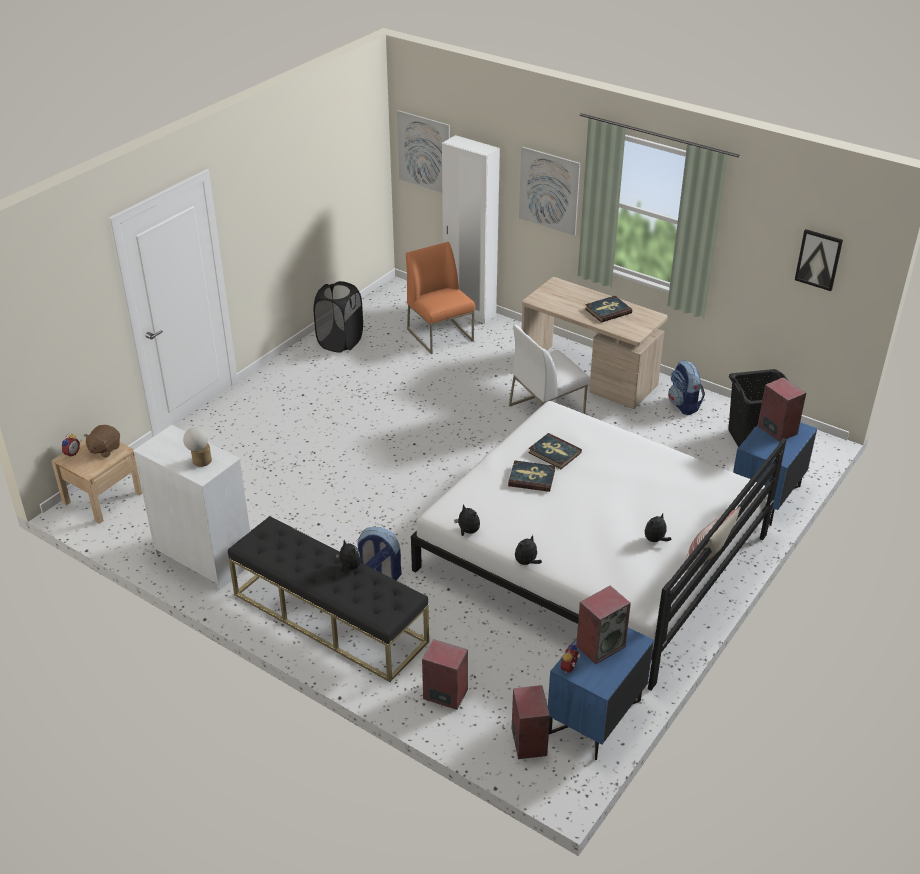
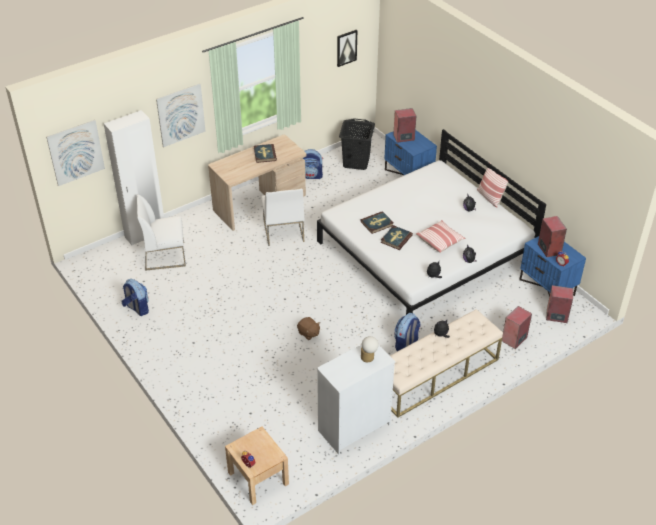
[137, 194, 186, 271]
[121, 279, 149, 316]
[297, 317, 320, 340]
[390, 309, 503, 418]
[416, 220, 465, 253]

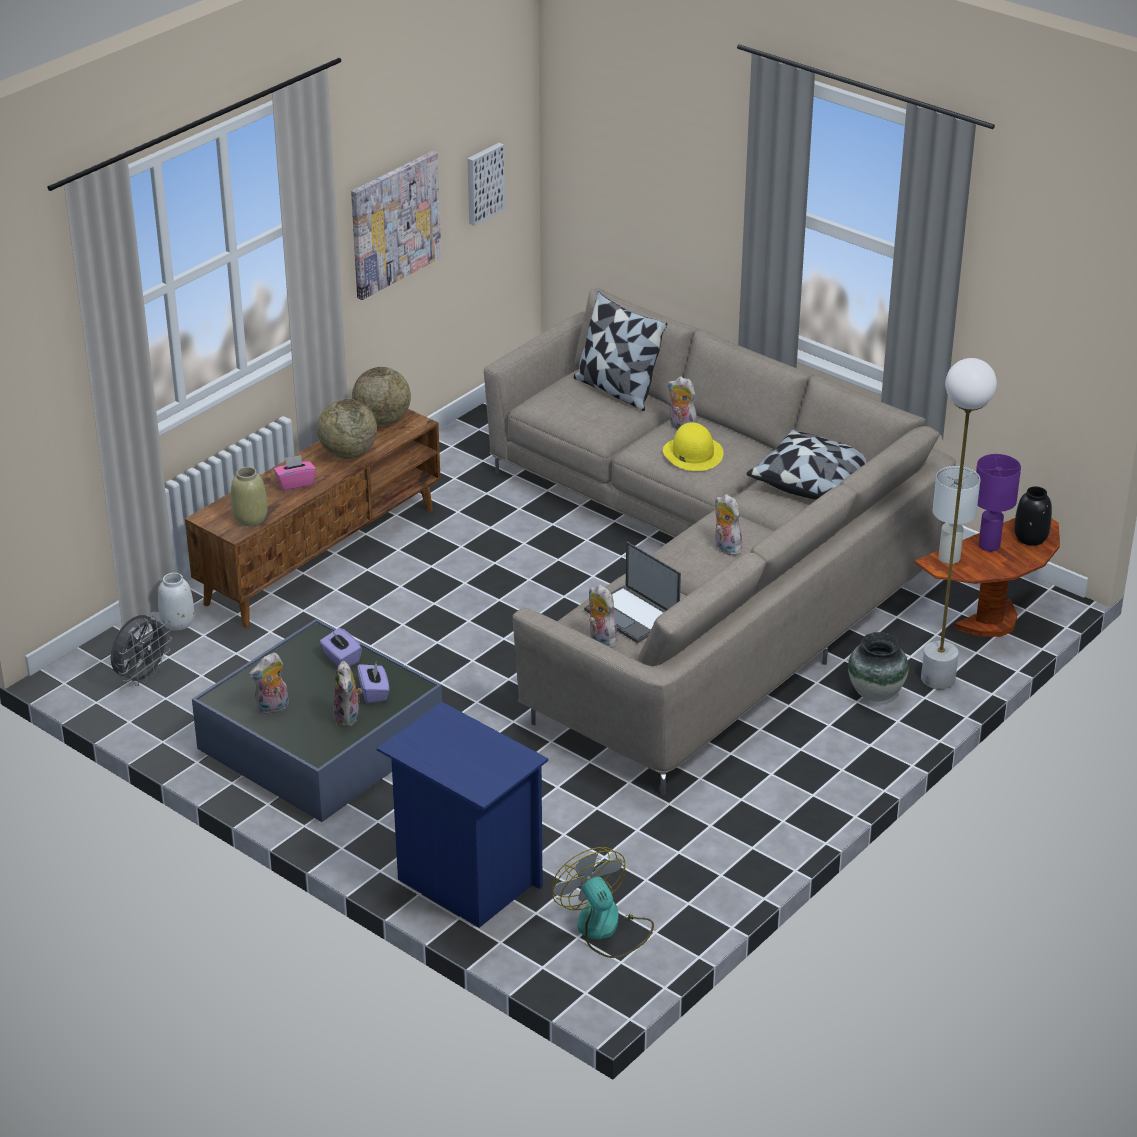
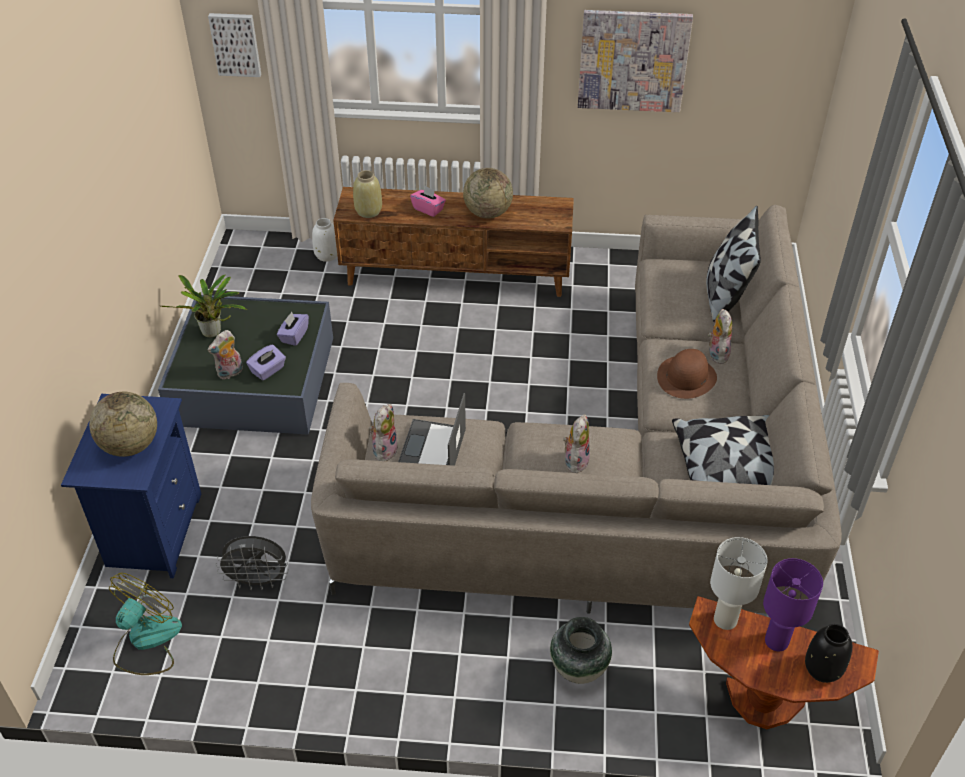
[208, 13, 261, 77]
[921, 358, 997, 689] (first image)
[89, 392, 157, 457]
[657, 349, 717, 399]
[215, 536, 289, 590]
[161, 274, 247, 338]

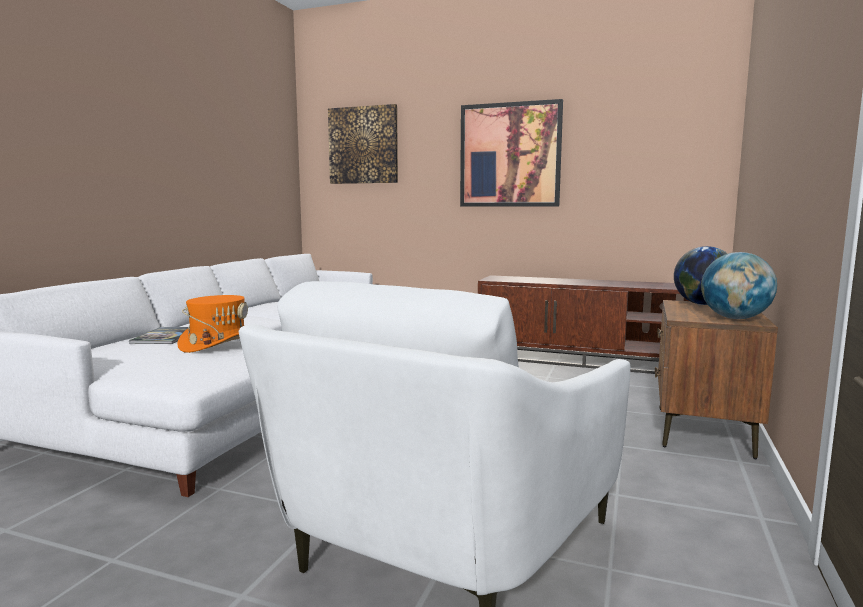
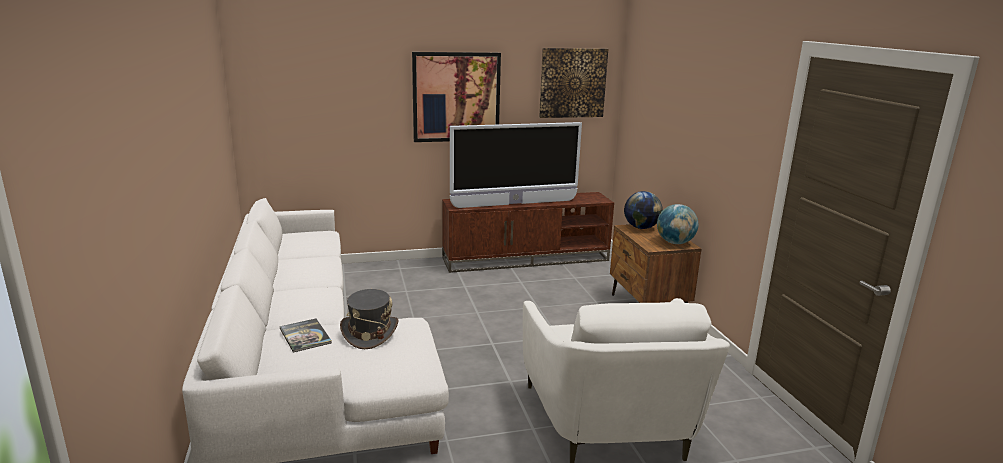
[539, 48, 608, 118]
[340, 289, 398, 349]
[450, 122, 582, 208]

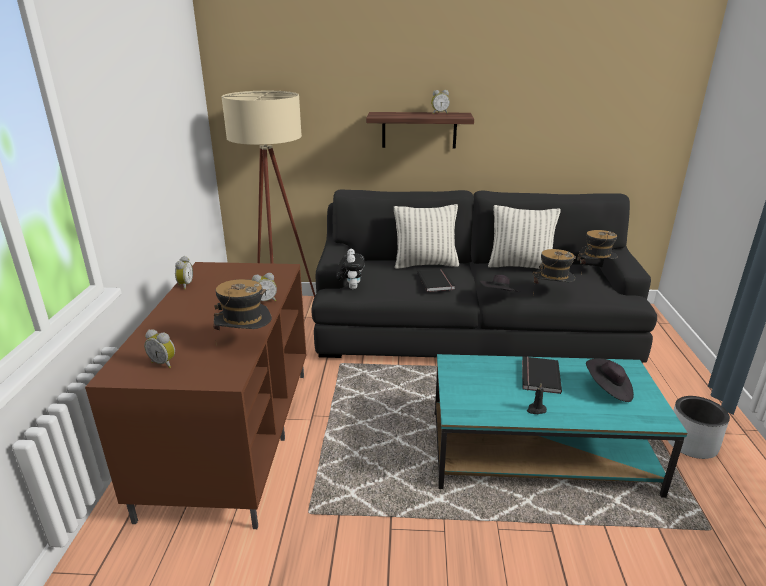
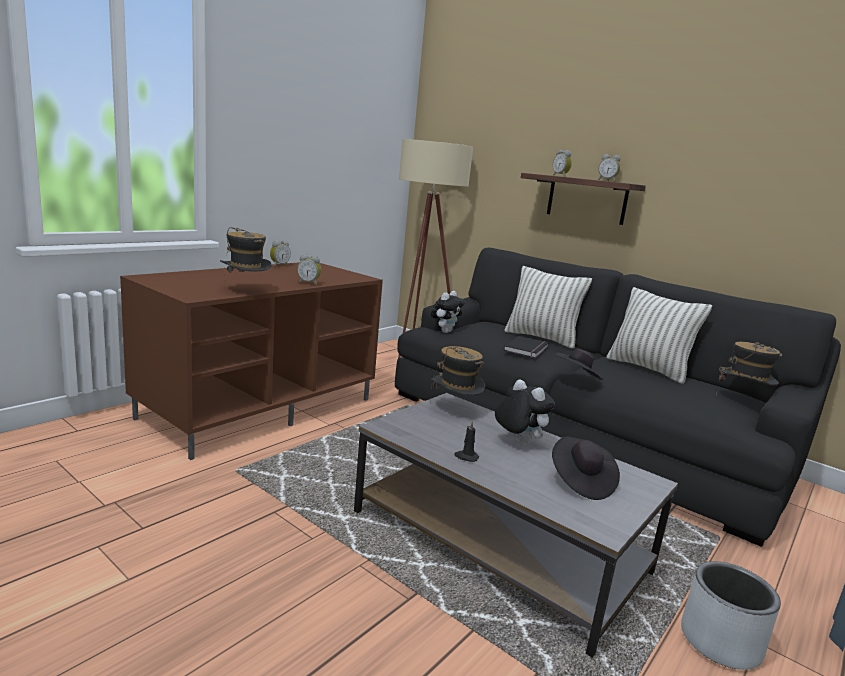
[430, 346, 485, 402]
[553, 150, 572, 176]
[354, 393, 678, 658]
[495, 379, 555, 444]

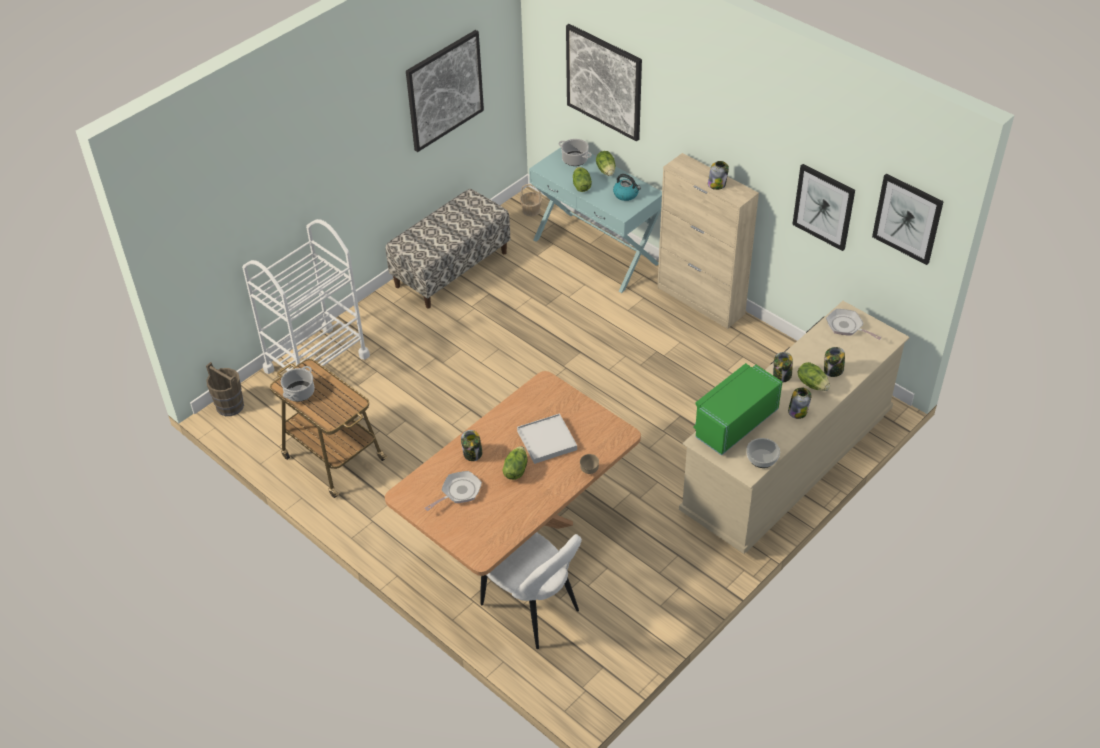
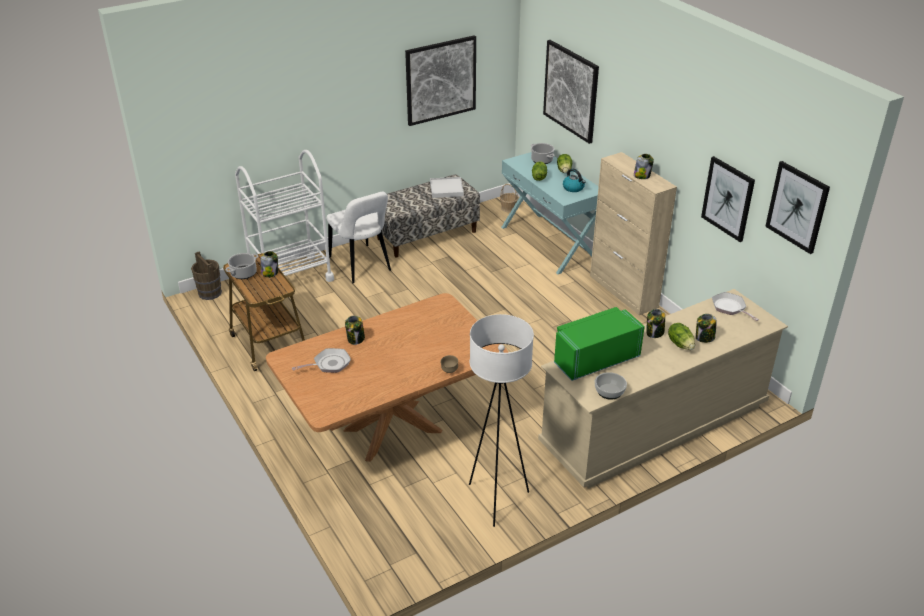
[261, 251, 278, 277]
[430, 177, 464, 198]
[503, 446, 527, 480] (first image)
[327, 192, 391, 283]
[469, 314, 534, 527]

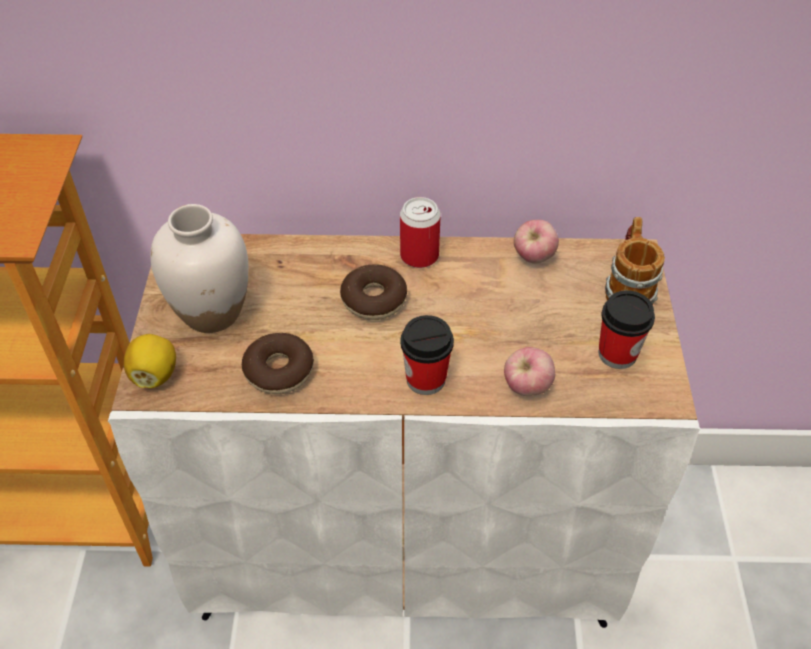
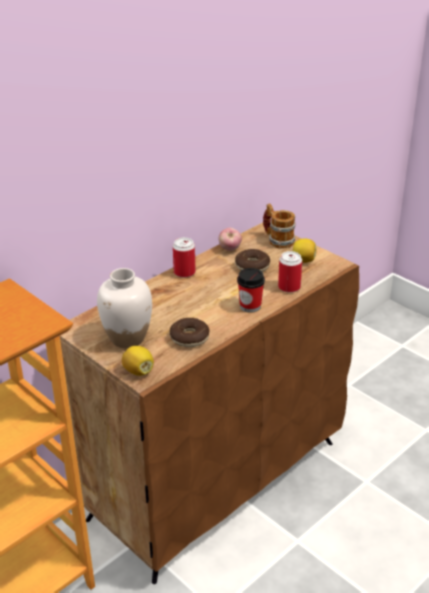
[60, 223, 359, 584]
[235, 249, 270, 272]
[293, 239, 317, 263]
[278, 251, 302, 293]

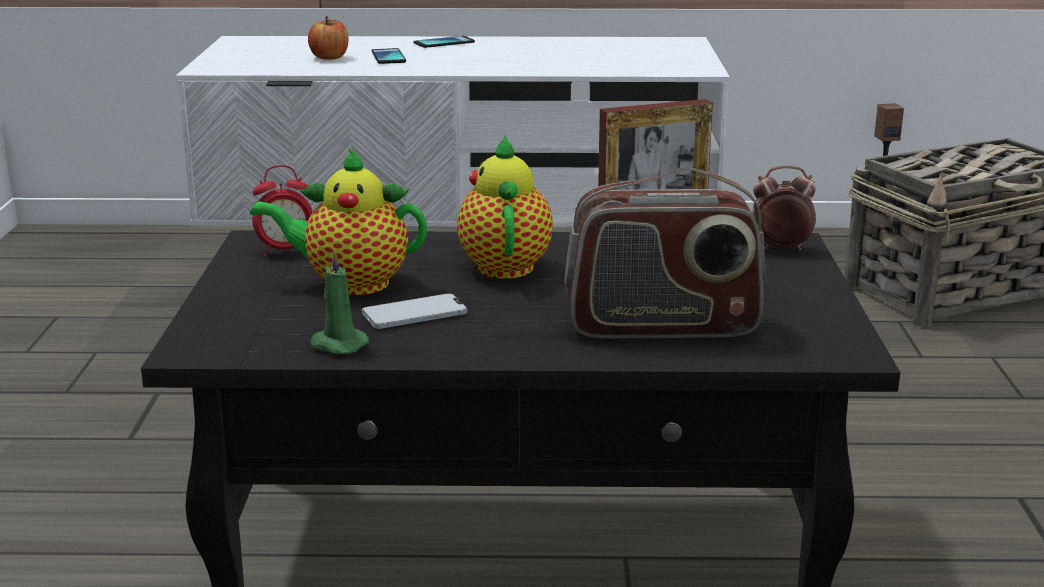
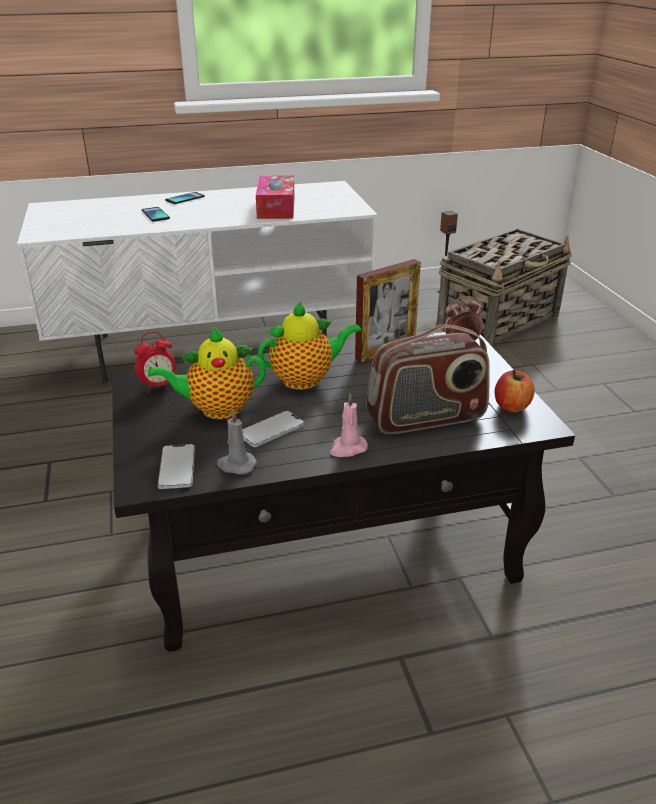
[495, 370, 535, 412]
[258, 301, 362, 390]
[217, 409, 257, 475]
[256, 176, 295, 219]
[330, 393, 368, 457]
[158, 444, 195, 489]

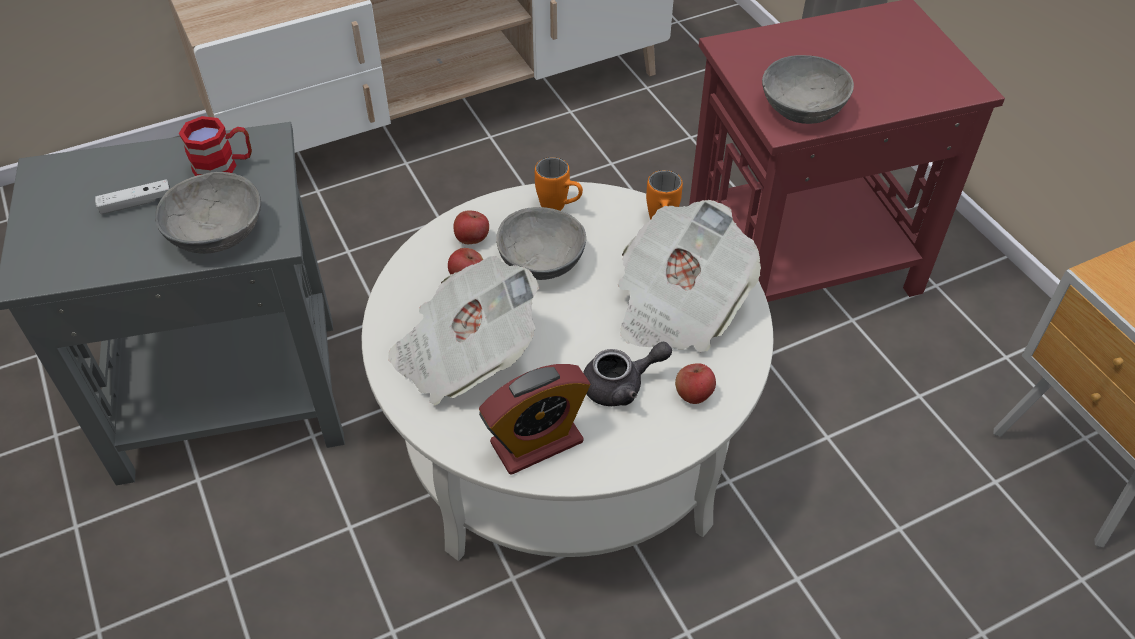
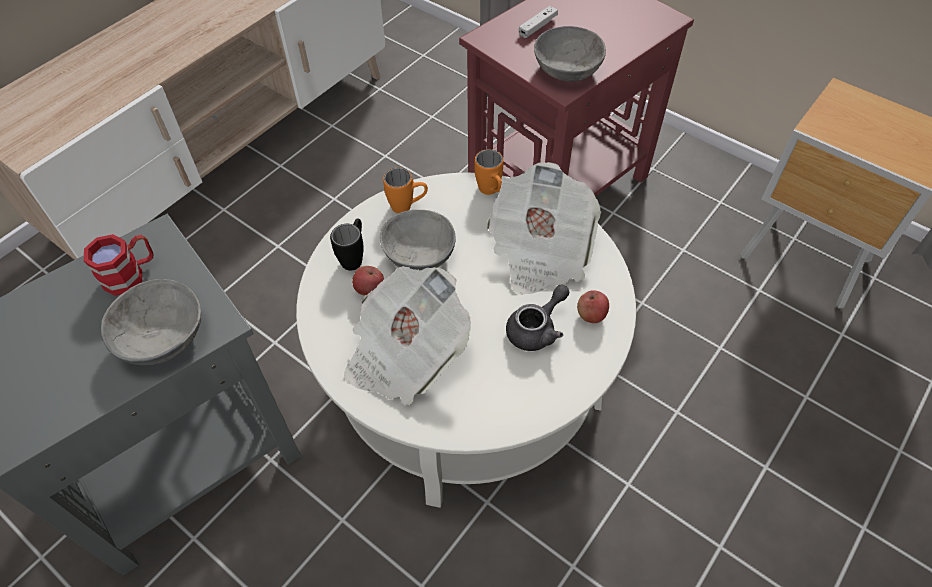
[519, 6, 558, 38]
[330, 219, 364, 271]
[479, 364, 590, 475] (first image)

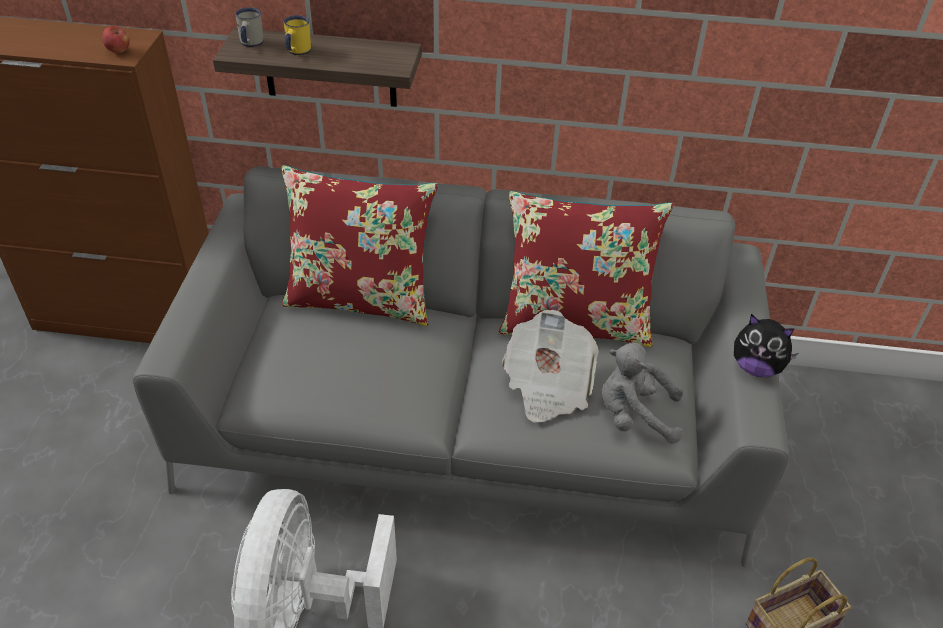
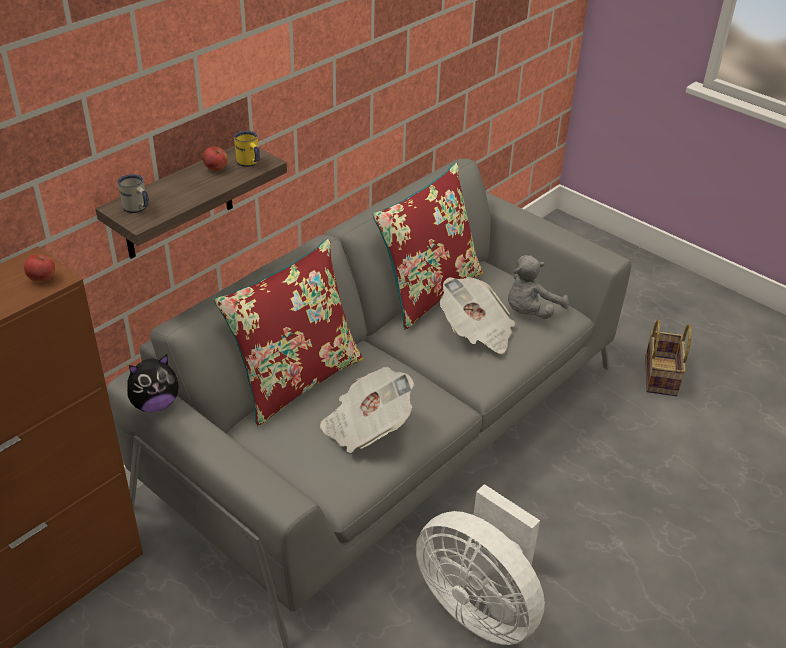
[234, 131, 260, 167]
[127, 354, 179, 412]
[203, 147, 228, 171]
[320, 367, 414, 453]

